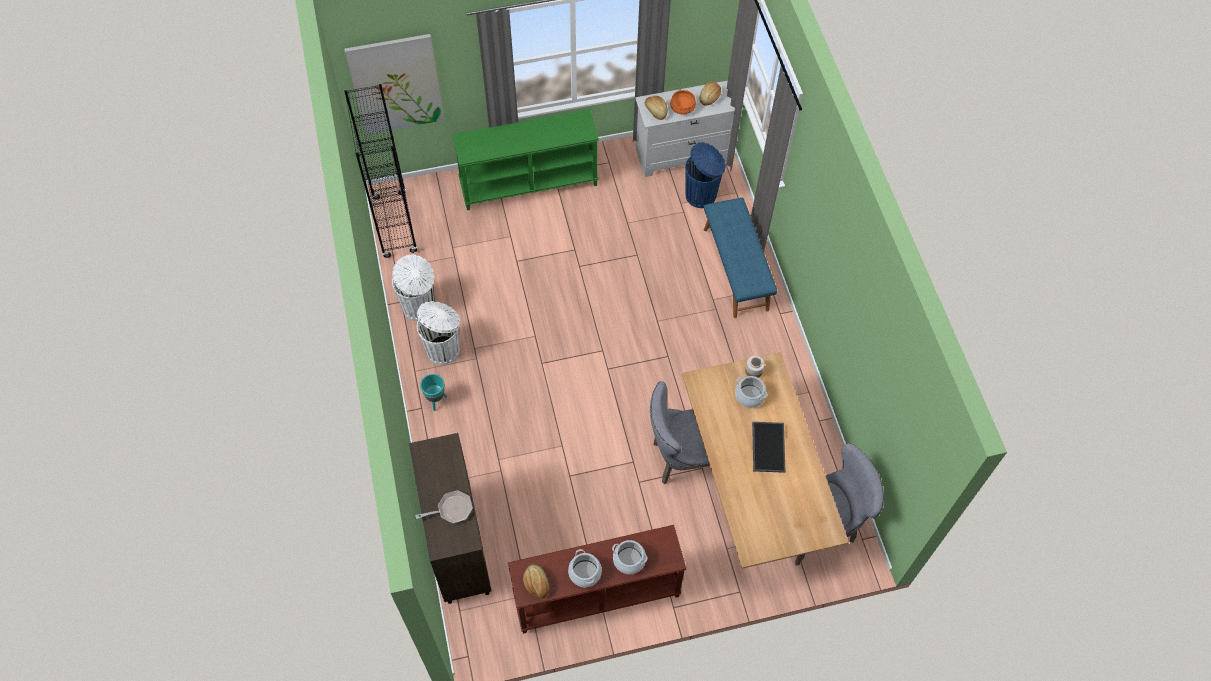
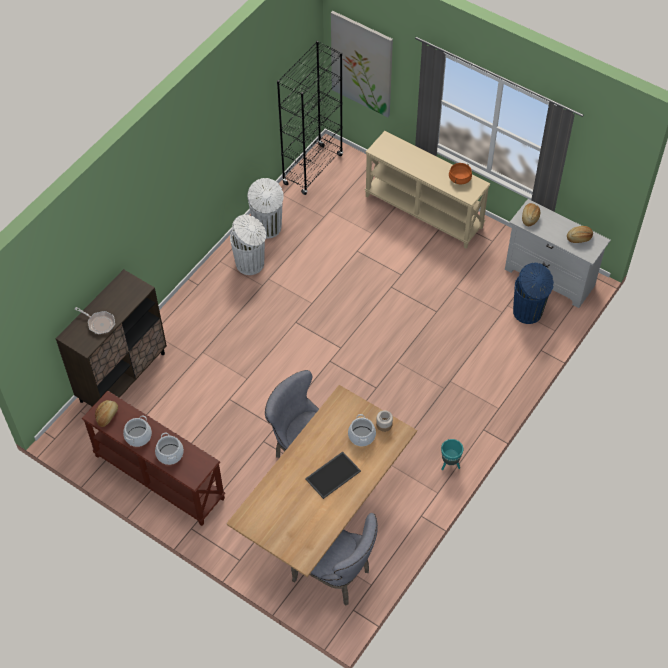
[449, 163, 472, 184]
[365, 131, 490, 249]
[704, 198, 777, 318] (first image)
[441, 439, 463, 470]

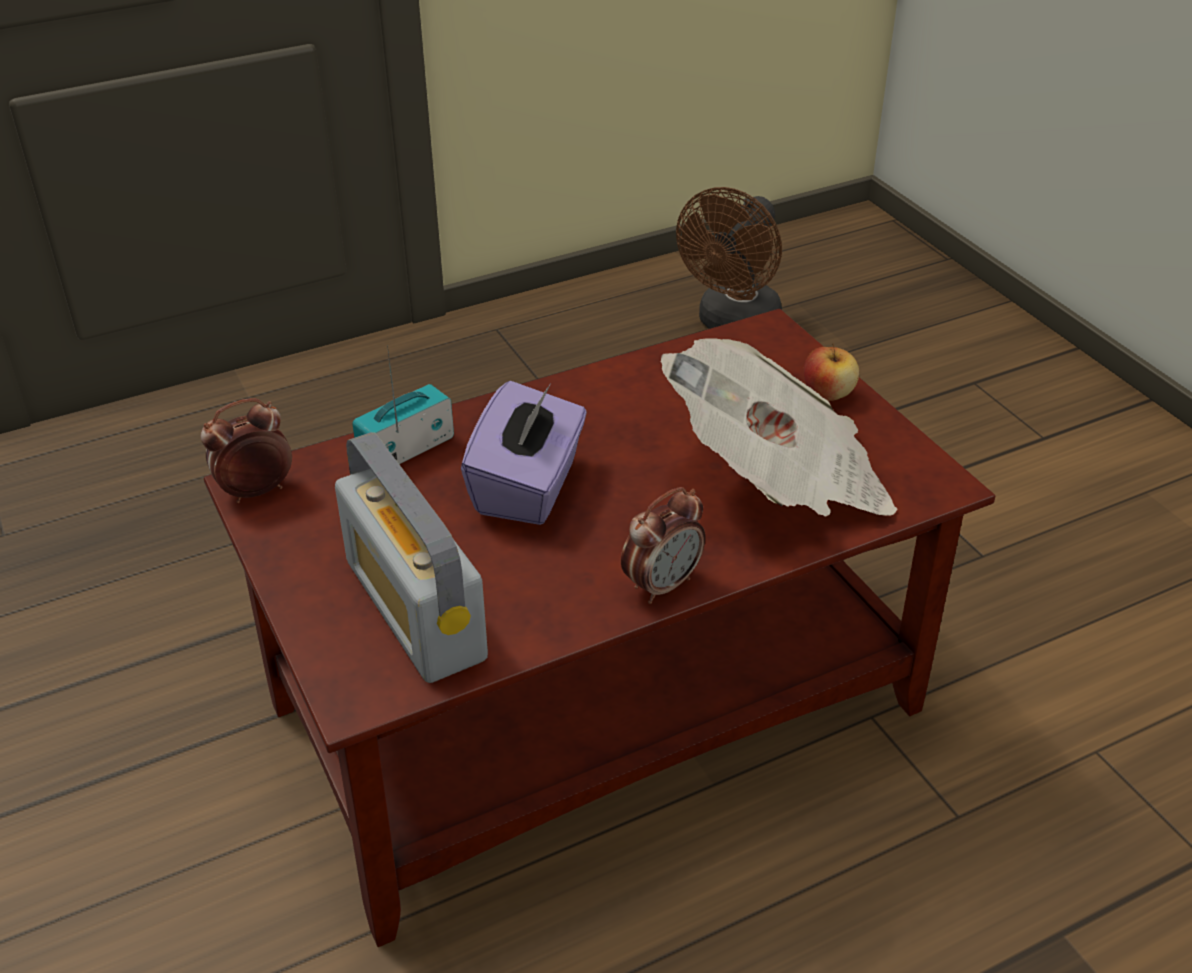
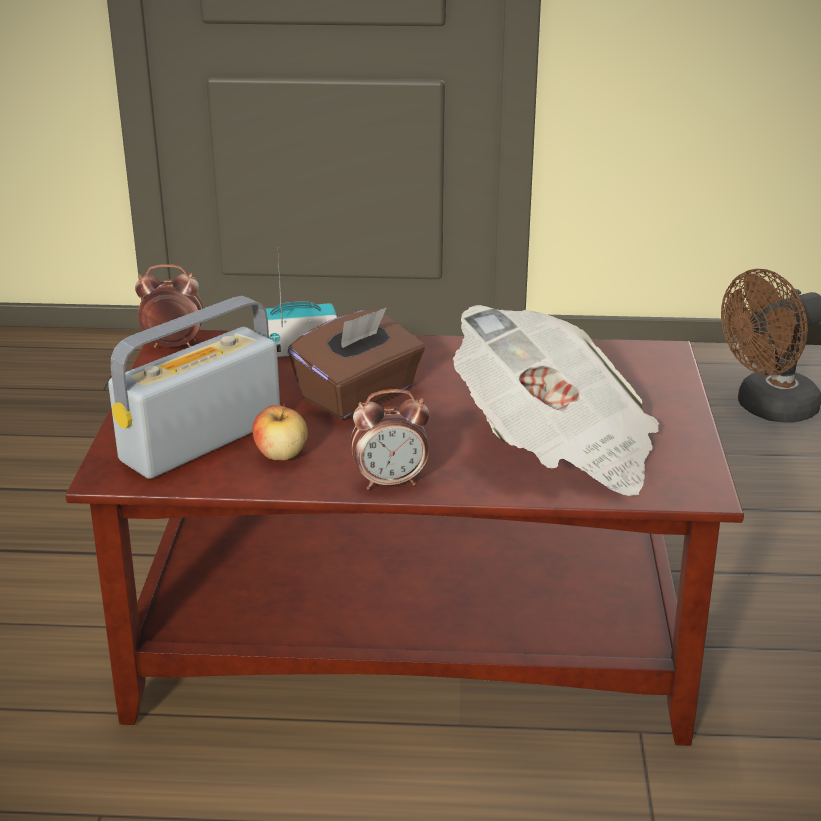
[252, 403, 308, 460]
[288, 307, 425, 419]
[108, 296, 280, 479]

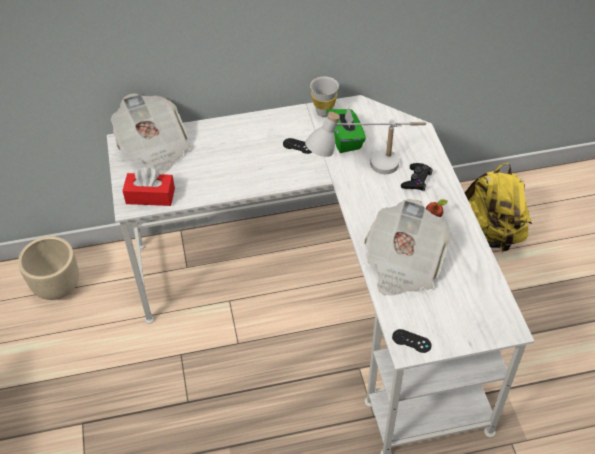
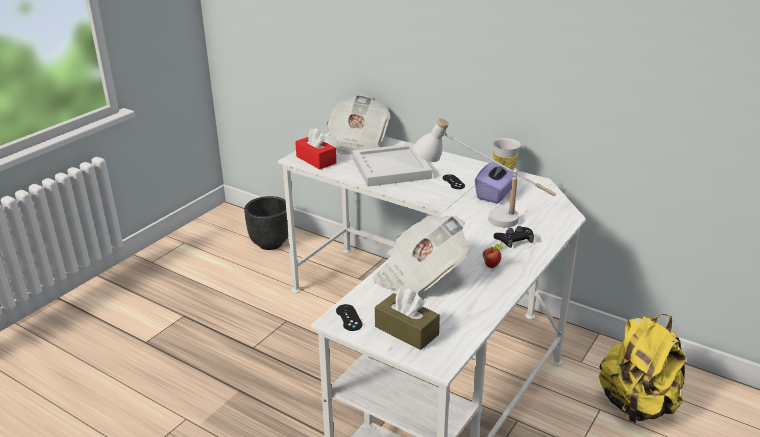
[475, 160, 514, 203]
[244, 196, 288, 250]
[352, 144, 432, 187]
[375, 288, 440, 350]

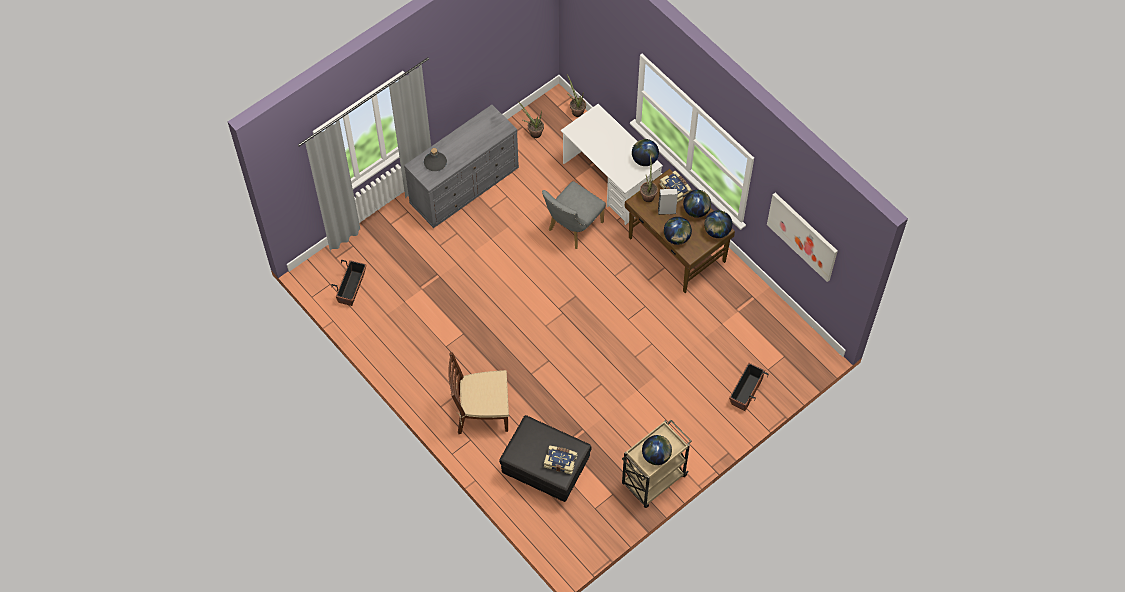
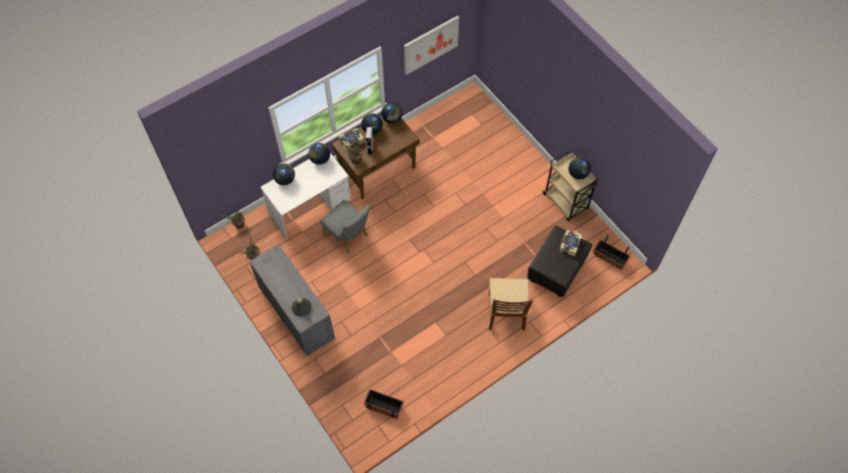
[273, 163, 295, 185]
[593, 235, 630, 270]

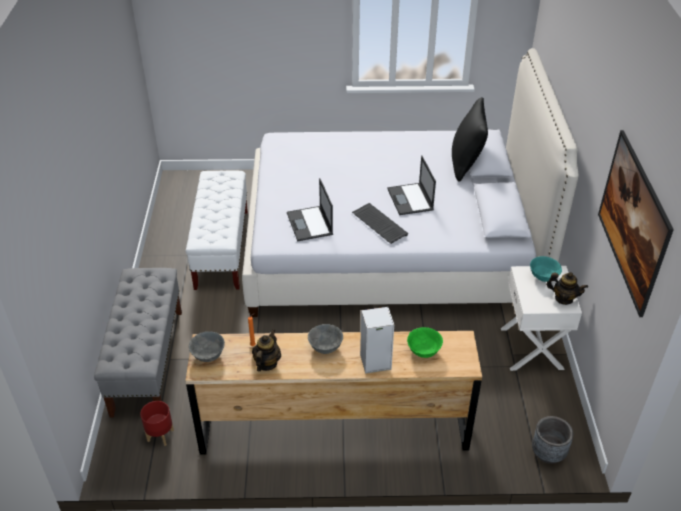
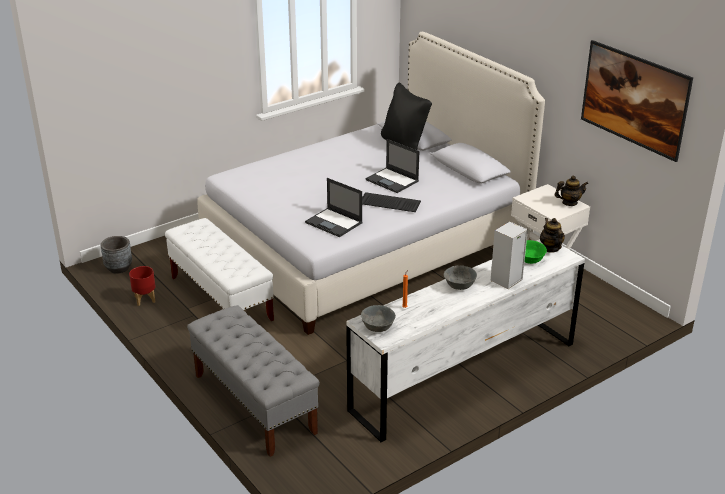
[530, 256, 562, 282] (first image)
[540, 218, 565, 253]
[346, 239, 585, 442]
[129, 266, 156, 306]
[101, 236, 132, 274]

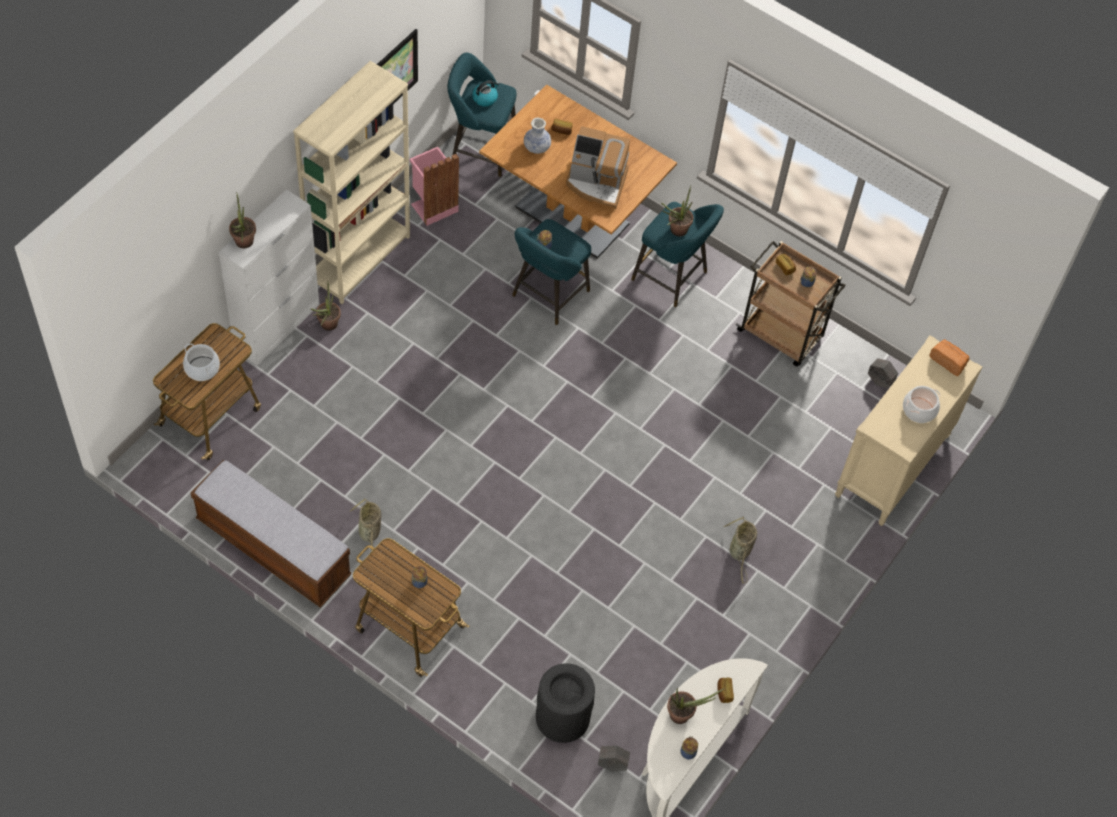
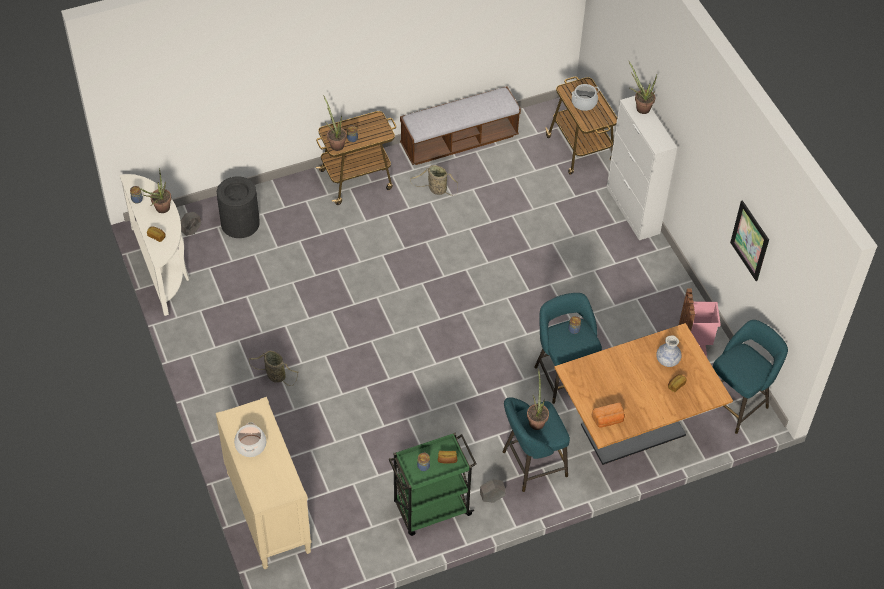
[293, 61, 410, 304] (first image)
[472, 80, 499, 107] (first image)
[566, 126, 630, 209] (first image)
[388, 433, 476, 536]
[324, 96, 347, 151]
[592, 402, 625, 428]
[480, 479, 506, 502]

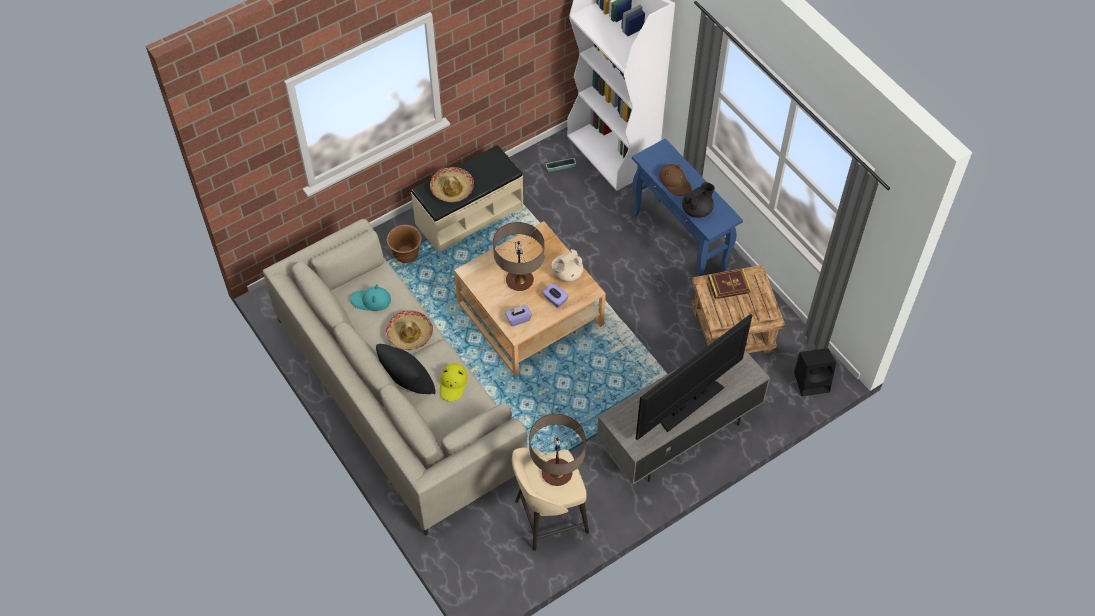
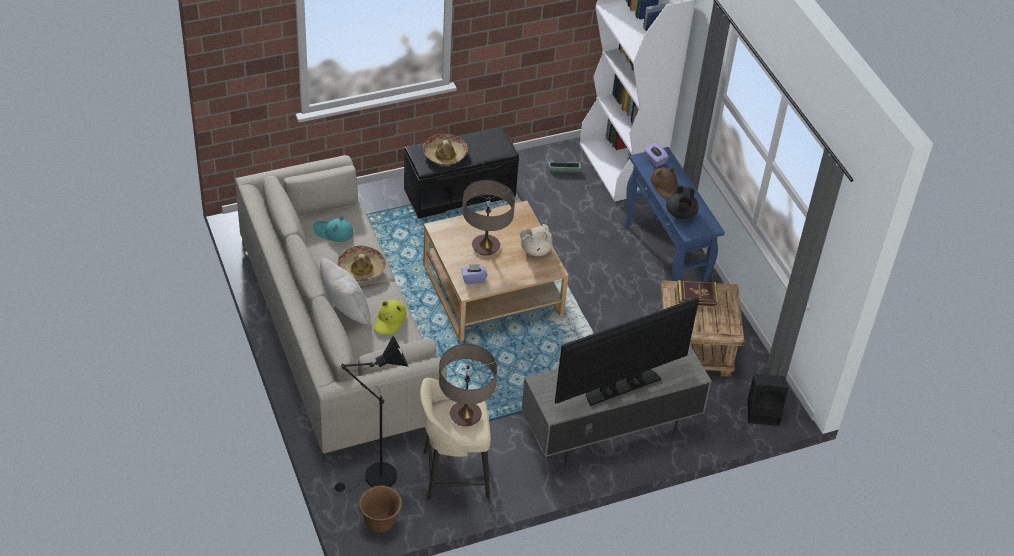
[404, 127, 519, 219]
[666, 186, 699, 219]
[359, 485, 402, 532]
[644, 143, 669, 167]
[320, 258, 370, 326]
[333, 336, 408, 495]

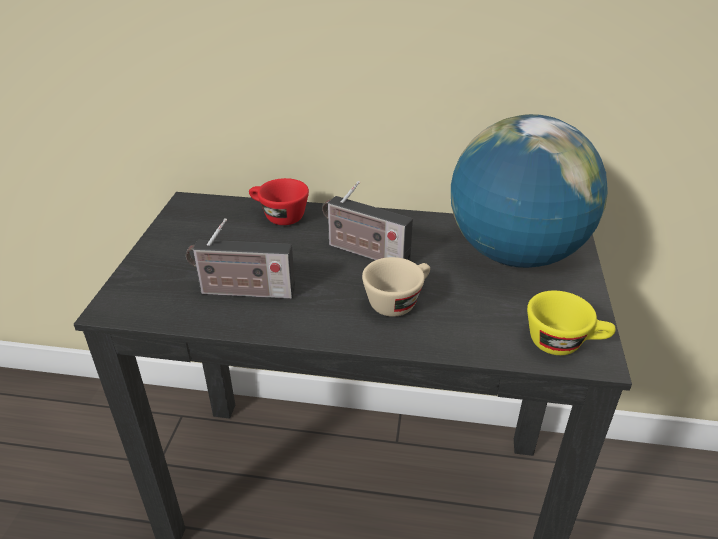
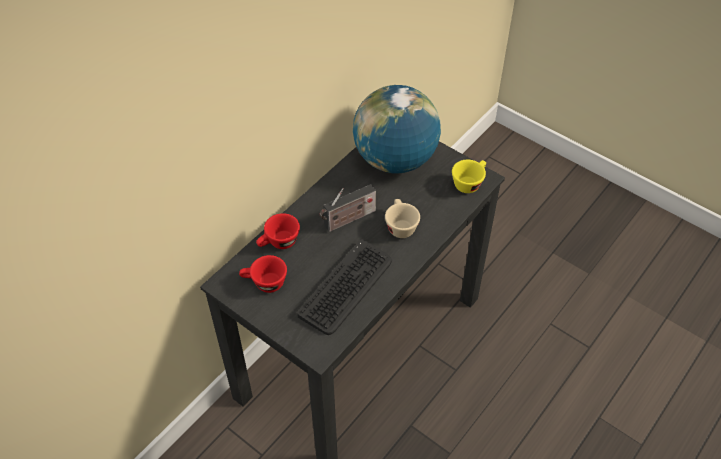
[297, 239, 392, 335]
[239, 255, 287, 293]

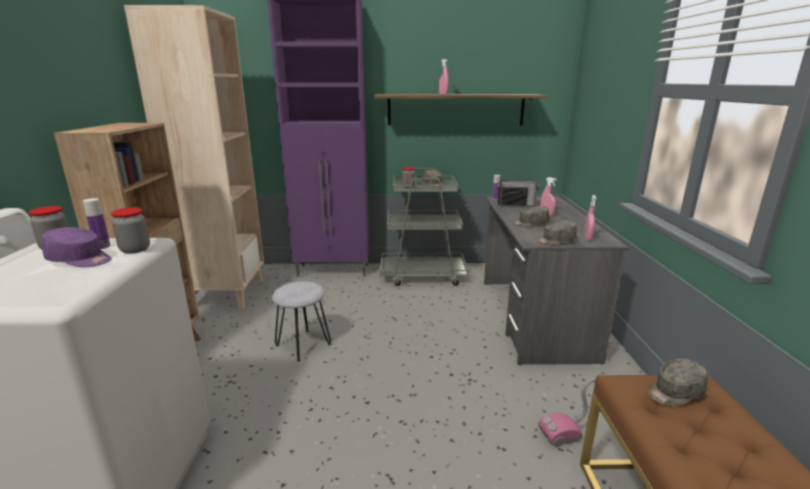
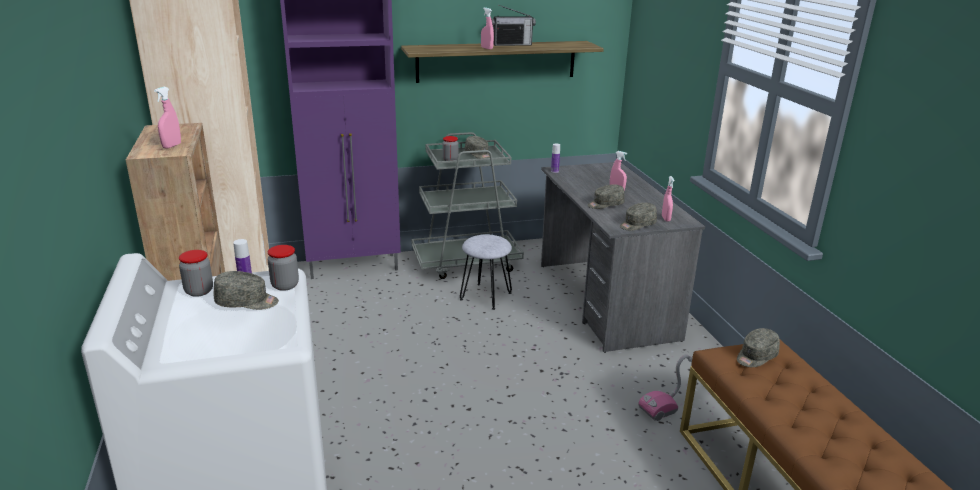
[491, 5, 536, 46]
[213, 271, 279, 310]
[460, 235, 512, 310]
[154, 87, 181, 149]

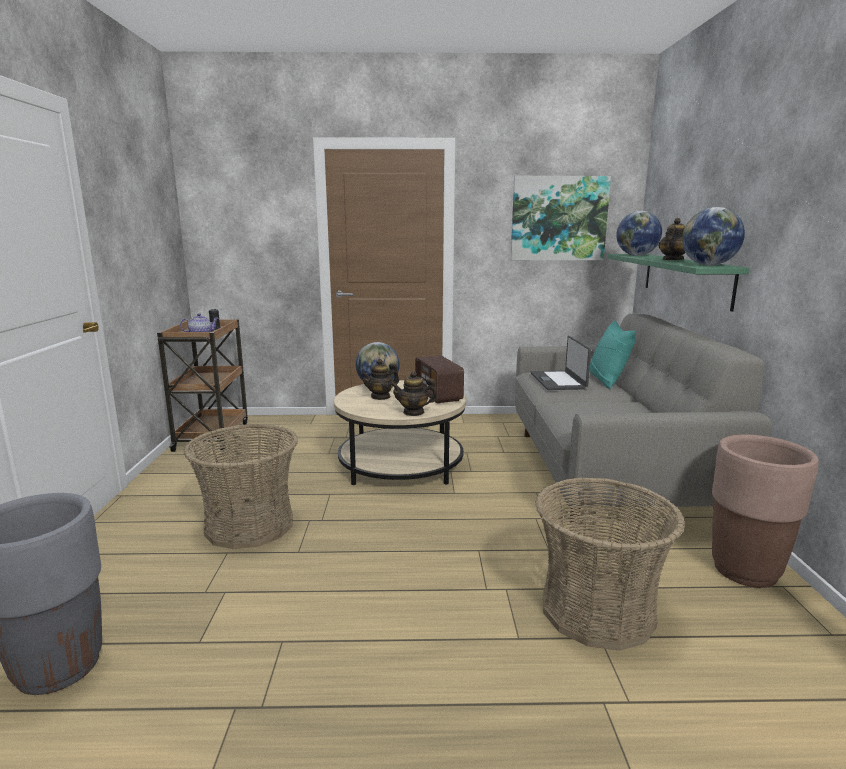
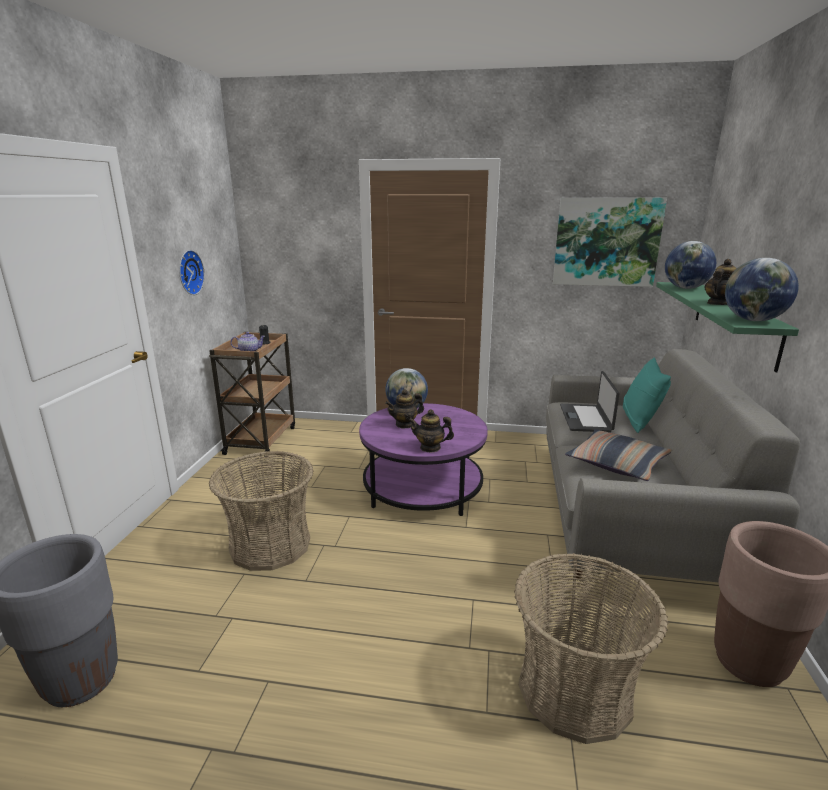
[415, 355, 464, 403] (first image)
[359, 403, 488, 516]
[179, 250, 205, 295]
[565, 429, 672, 481]

